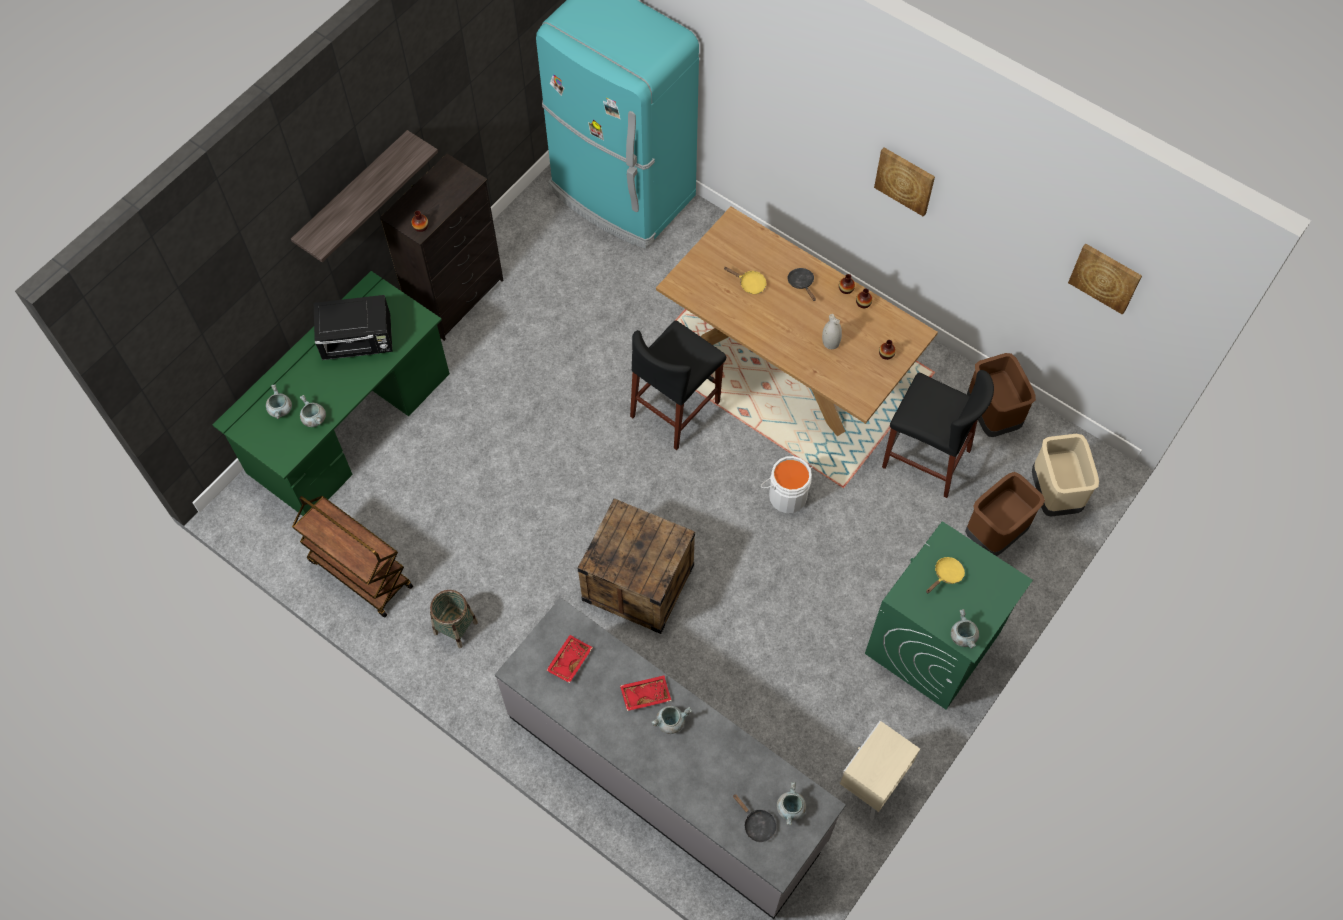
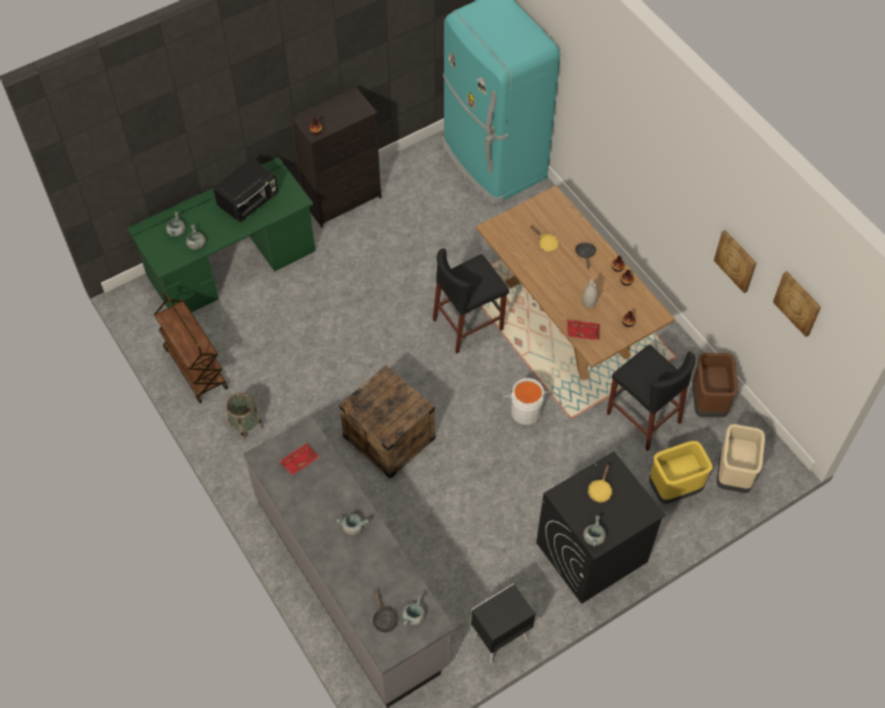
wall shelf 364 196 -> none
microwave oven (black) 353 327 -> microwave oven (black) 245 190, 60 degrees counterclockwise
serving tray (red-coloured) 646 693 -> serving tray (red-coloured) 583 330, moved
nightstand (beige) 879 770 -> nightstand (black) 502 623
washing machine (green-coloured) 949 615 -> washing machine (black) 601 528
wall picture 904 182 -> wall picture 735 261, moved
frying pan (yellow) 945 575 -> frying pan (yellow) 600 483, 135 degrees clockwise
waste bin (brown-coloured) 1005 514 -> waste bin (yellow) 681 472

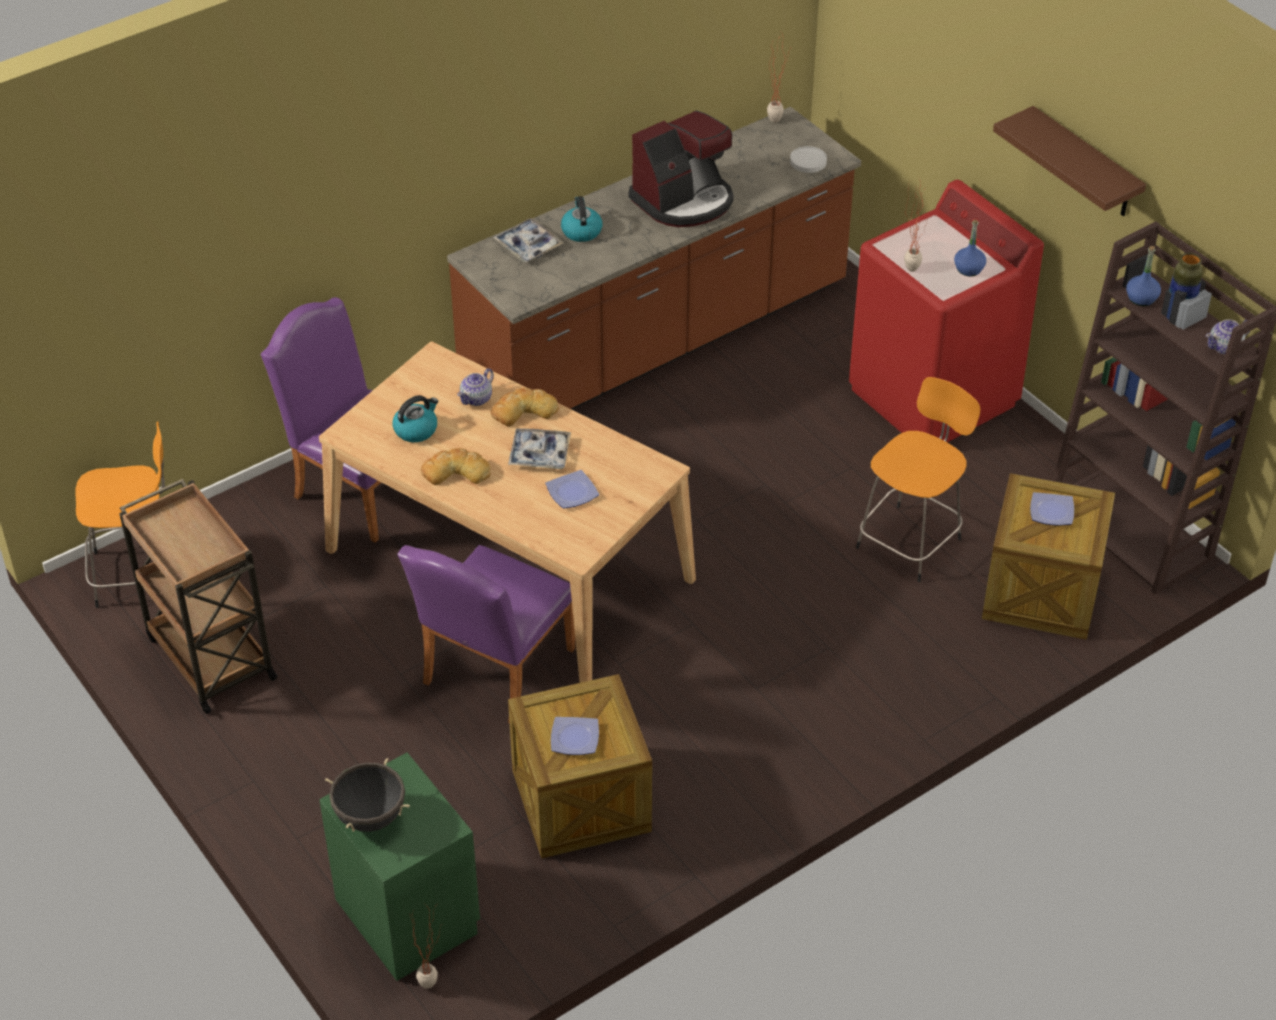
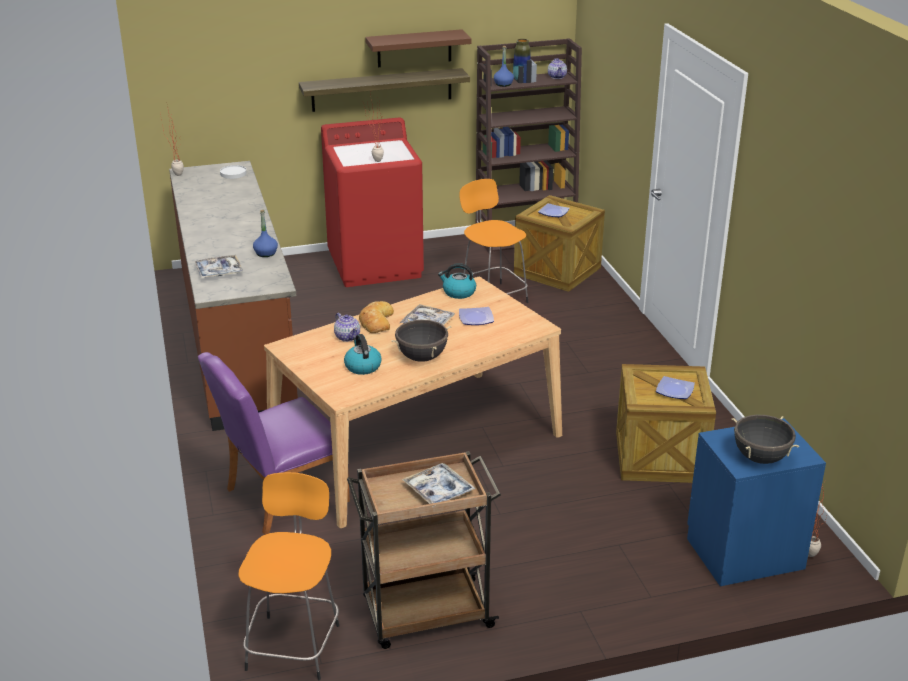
nightstand (green-coloured) 399 867 -> nightstand (blue) 756 502
chair (purple) 486 634 -> none
baked bread 456 466 -> cooking pot (black) 421 340
tea kettle 581 219 -> tea kettle 457 281, moved
coffee machine 681 169 -> none
drink bottle (blue) 970 248 -> drink bottle (blue) 265 233, moved
none -> wall shelf 384 90
none -> serving tray 439 485

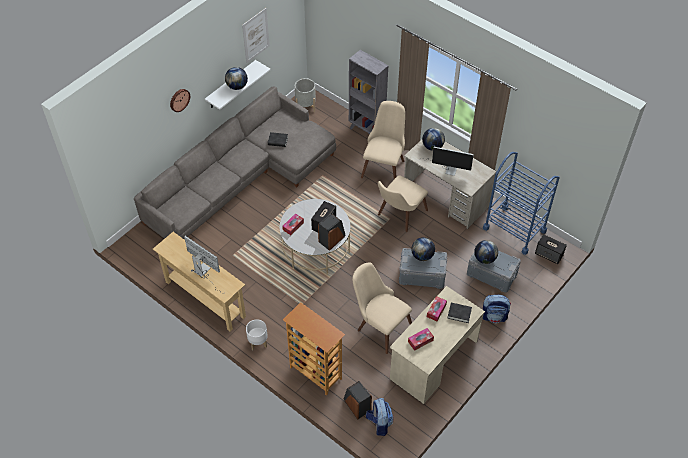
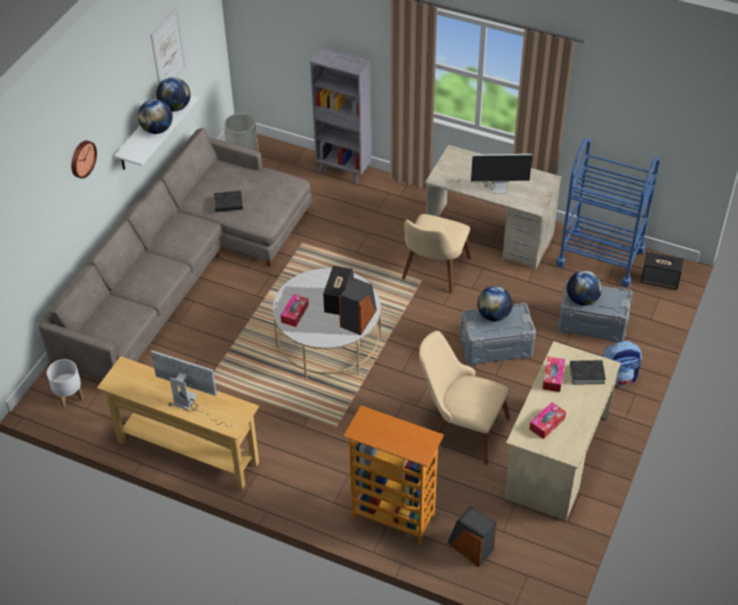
planter (whitish) 257 334 -> planter (whitish) 65 383, moved
chair (beige) 383 140 -> none
backpack 380 417 -> none
desk globe 433 139 -> desk globe 173 94, moved

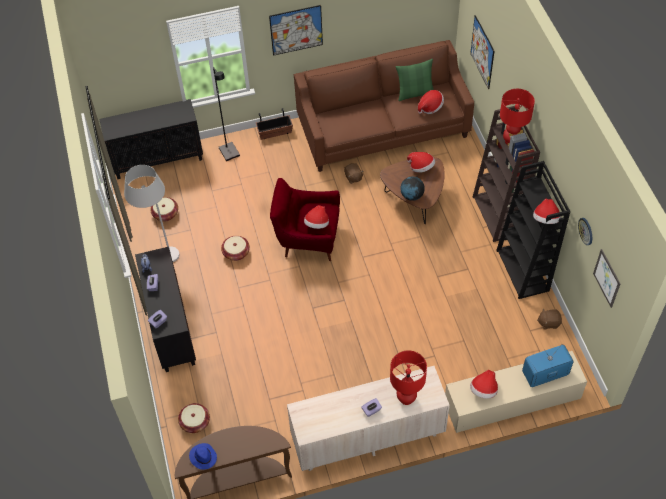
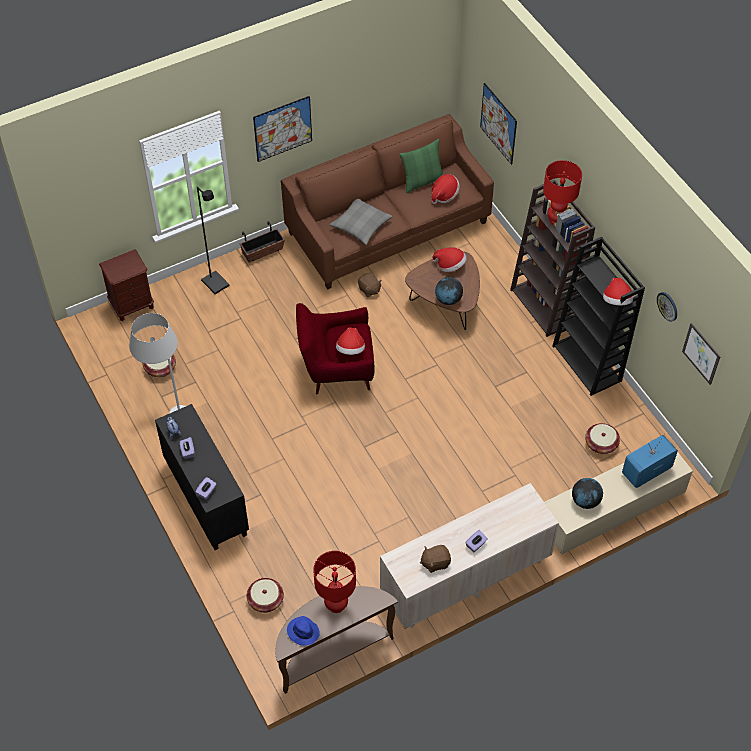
cabinet (black) 151 139 -> nightstand (brown-coloured) 126 285
household basket 235 248 -> household basket 602 438, moved
table lamp (red-coloured) 408 377 -> table lamp (red-coloured) 334 582, moved
hat 484 384 -> desk globe 587 493
plush toy (brown-coloured) 549 319 -> plush toy (brown-coloured) 435 559, moved
none -> throw pillow (greyish) 361 222

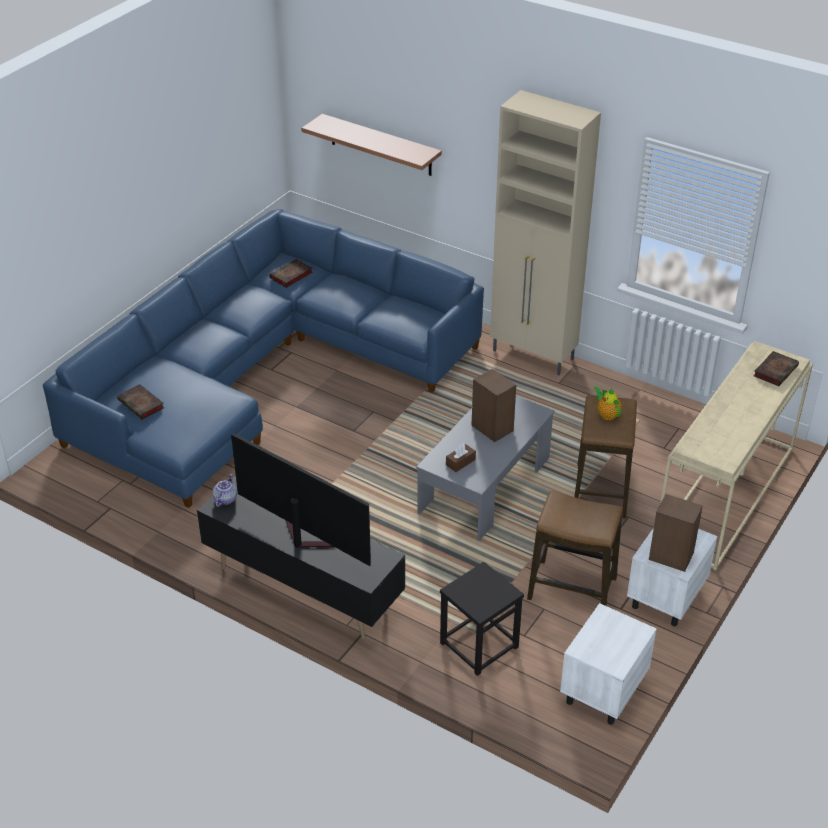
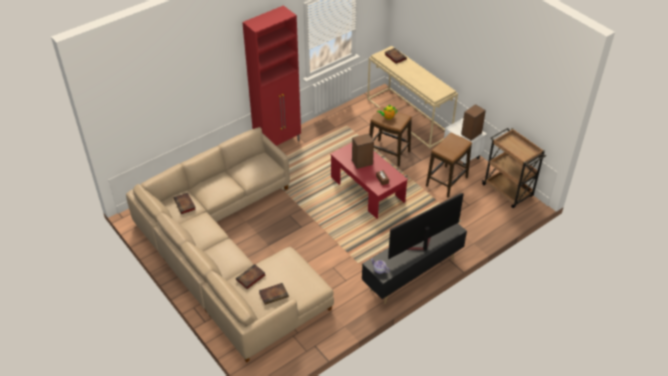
sofa (blue) 263 358 -> sofa (beige) 230 244
wall shelf 371 145 -> none
low table (greyish) 485 468 -> low table (red-coloured) 369 181
stool (black) 482 619 -> none
cabinet (beige) 545 232 -> cabinet (red-coloured) 271 75
nightstand (whitish) 608 664 -> cart (brown-coloured) 514 168
none -> bound book 250 276

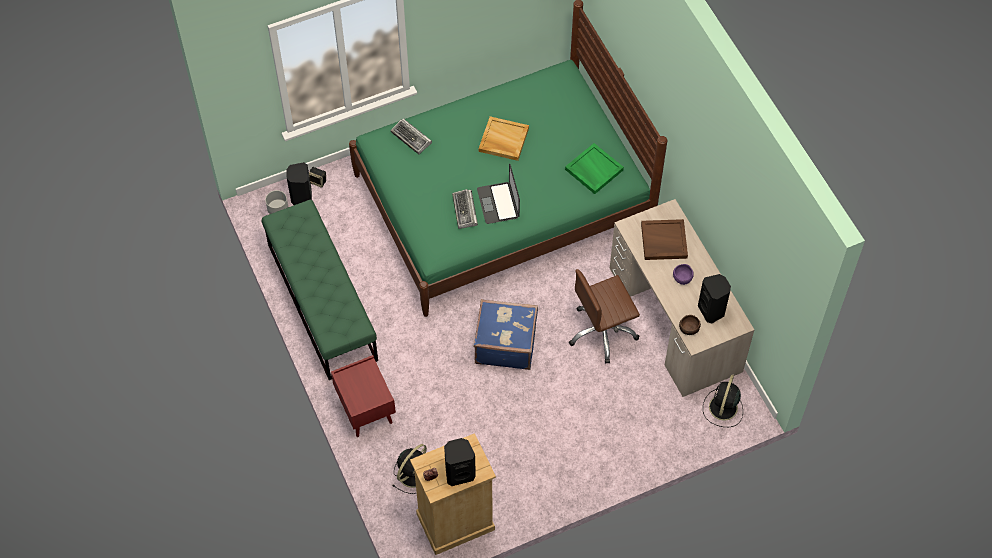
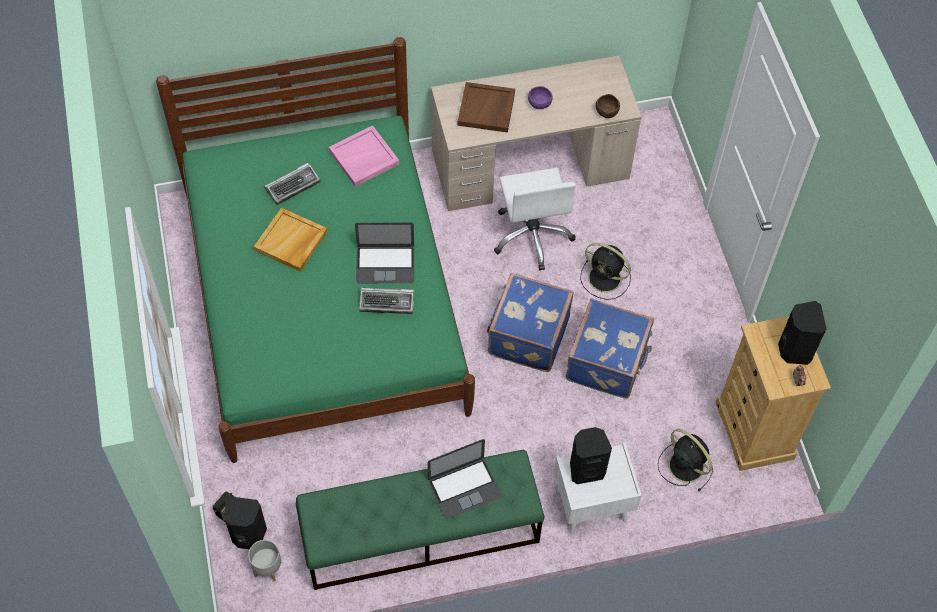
nightstand (red-coloured) 363 396 -> nightstand (whitish) 598 488
keyboard 411 137 -> keyboard 292 184, moved
serving tray (green-coloured) 594 168 -> serving tray (pinkish) 364 156
desk chair (brown-coloured) 604 316 -> desk chair (whitish) 535 219
speaker (black) 714 299 -> speaker (black) 591 455, moved
fan (black) 723 401 -> fan (black) 605 271, moved
none -> notebook computer 465 479
none -> suitcase (blue) 610 348

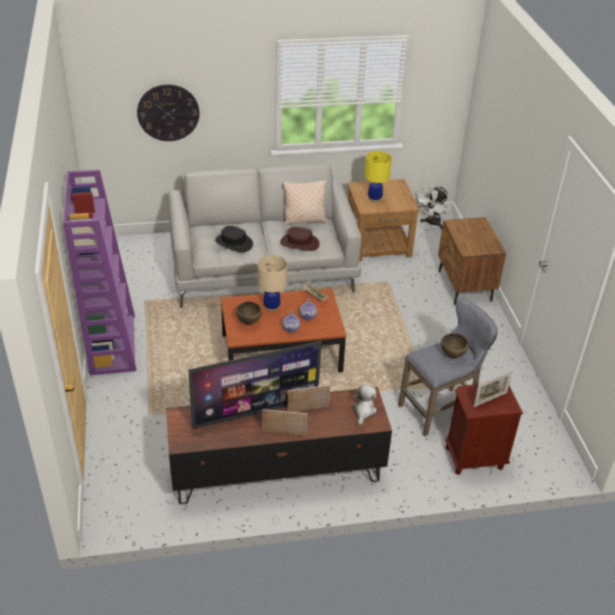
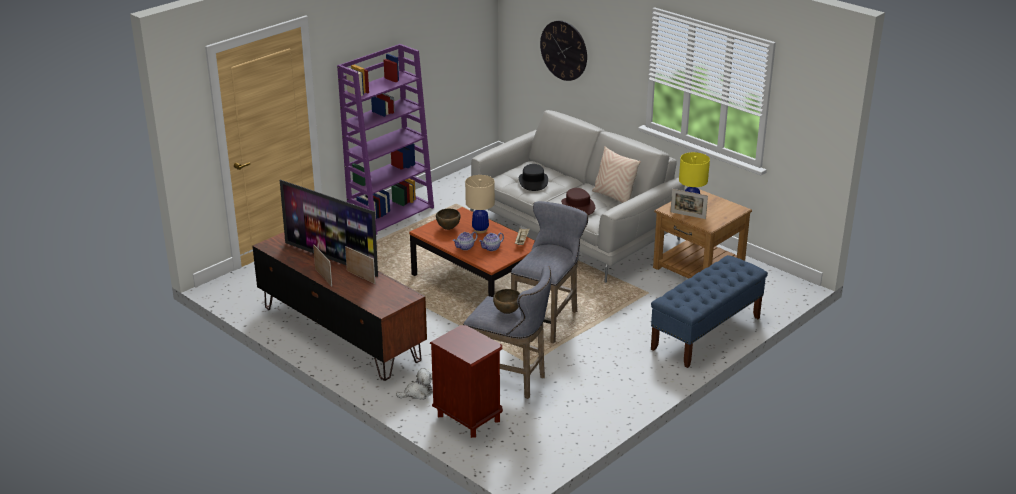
plush toy 364 405 -> plush toy 414 384, moved
fan (whitish) 433 207 -> none
nightstand (brown-coloured) 472 261 -> indoor bench (blue) 709 311
photo frame 493 389 -> photo frame 689 204, moved
none -> stool (greyish) 549 272

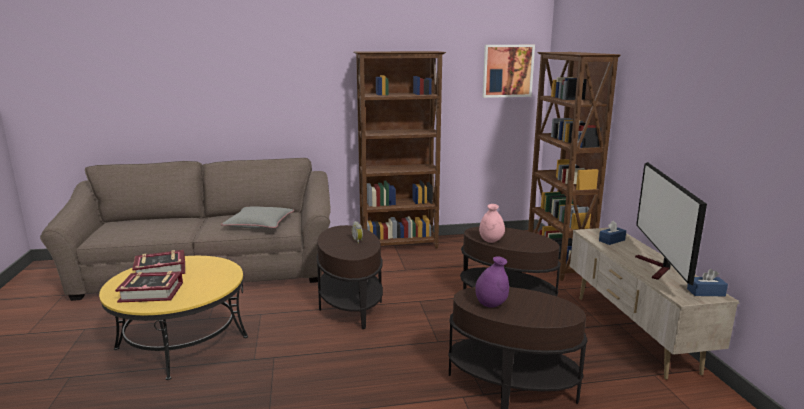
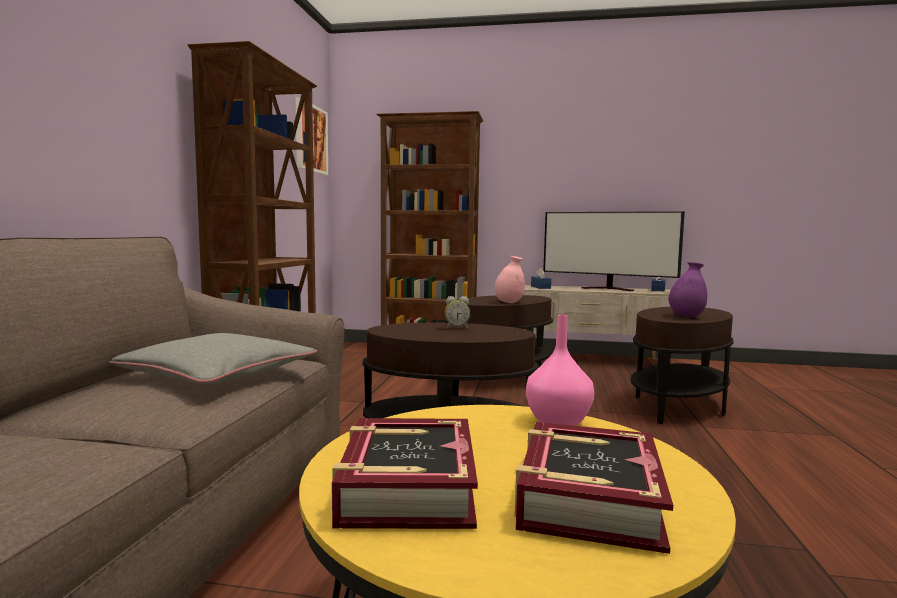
none -> decorative vase (pinkish) 560 370

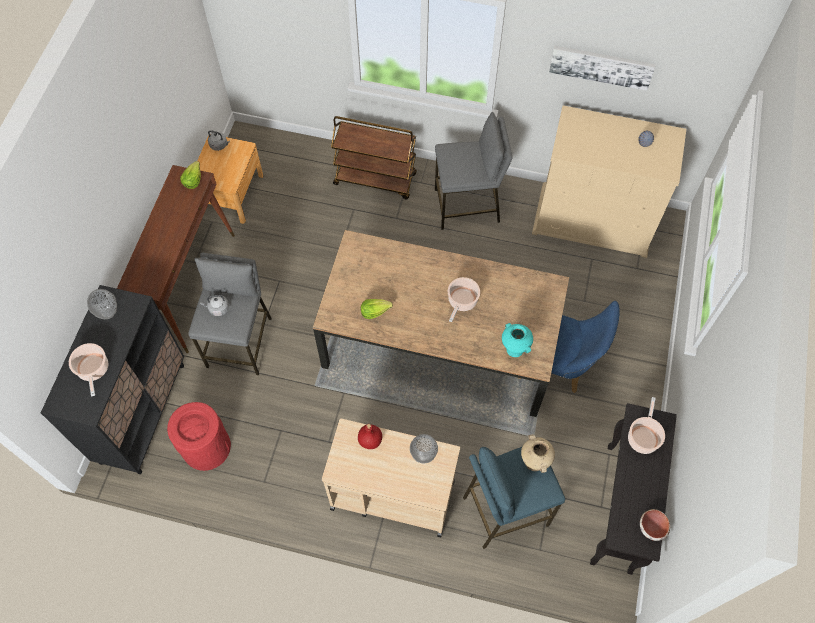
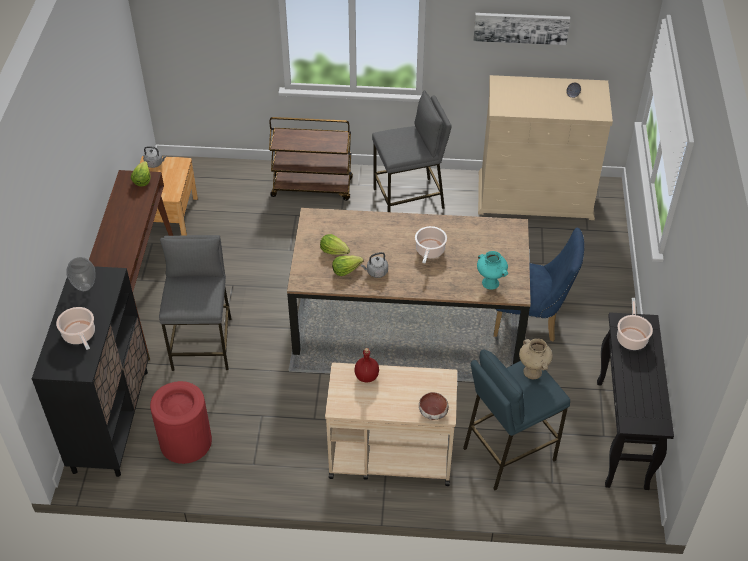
tea kettle (greyish) 214 305 -> tea kettle (greyish) 374 265, moved
decorative vase 424 448 -> none
deep dish 655 525 -> deep dish 434 406, moved
none -> lettuce head 335 244

